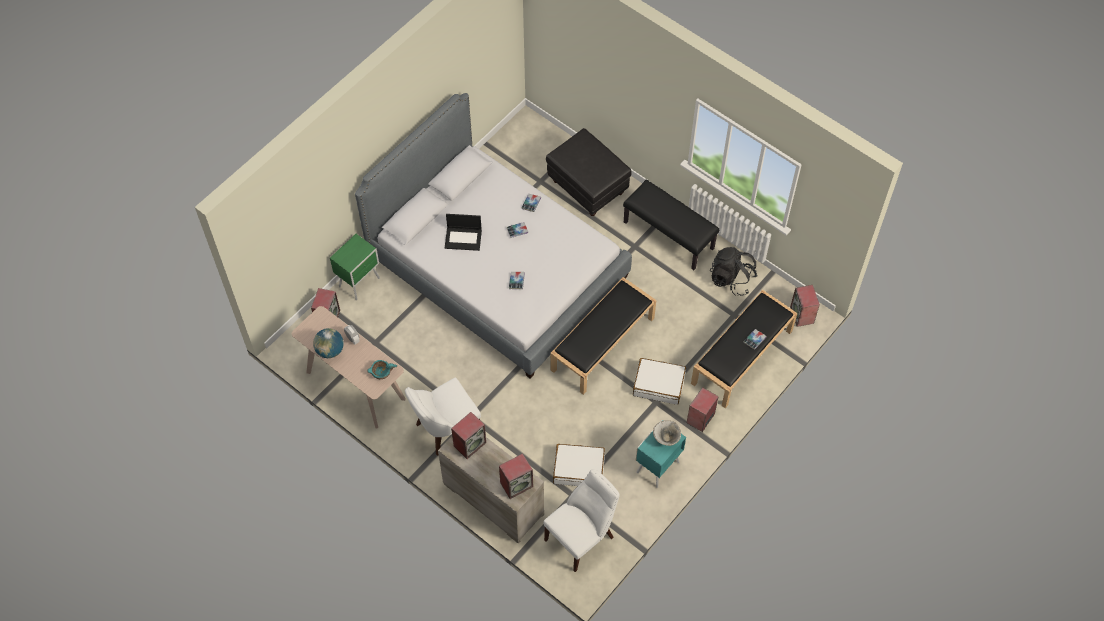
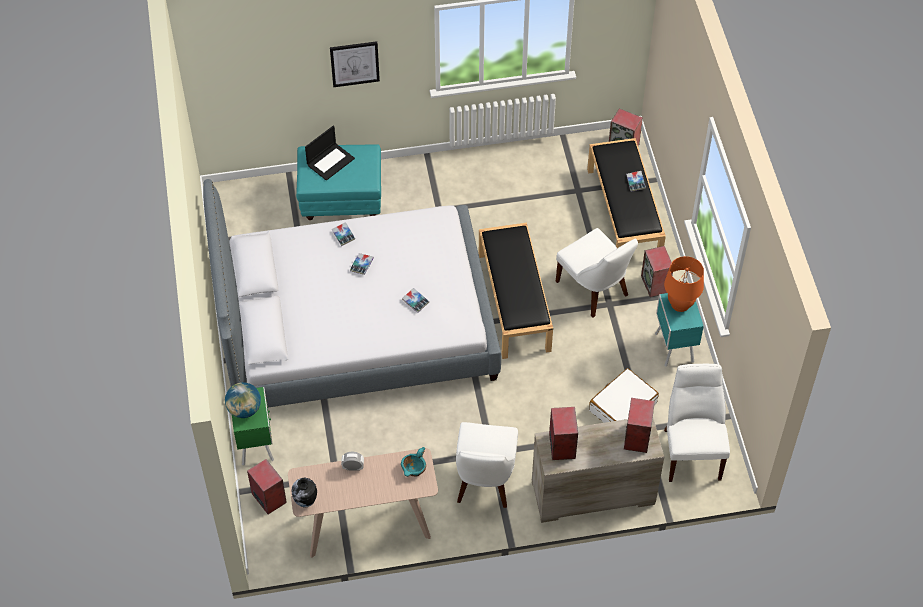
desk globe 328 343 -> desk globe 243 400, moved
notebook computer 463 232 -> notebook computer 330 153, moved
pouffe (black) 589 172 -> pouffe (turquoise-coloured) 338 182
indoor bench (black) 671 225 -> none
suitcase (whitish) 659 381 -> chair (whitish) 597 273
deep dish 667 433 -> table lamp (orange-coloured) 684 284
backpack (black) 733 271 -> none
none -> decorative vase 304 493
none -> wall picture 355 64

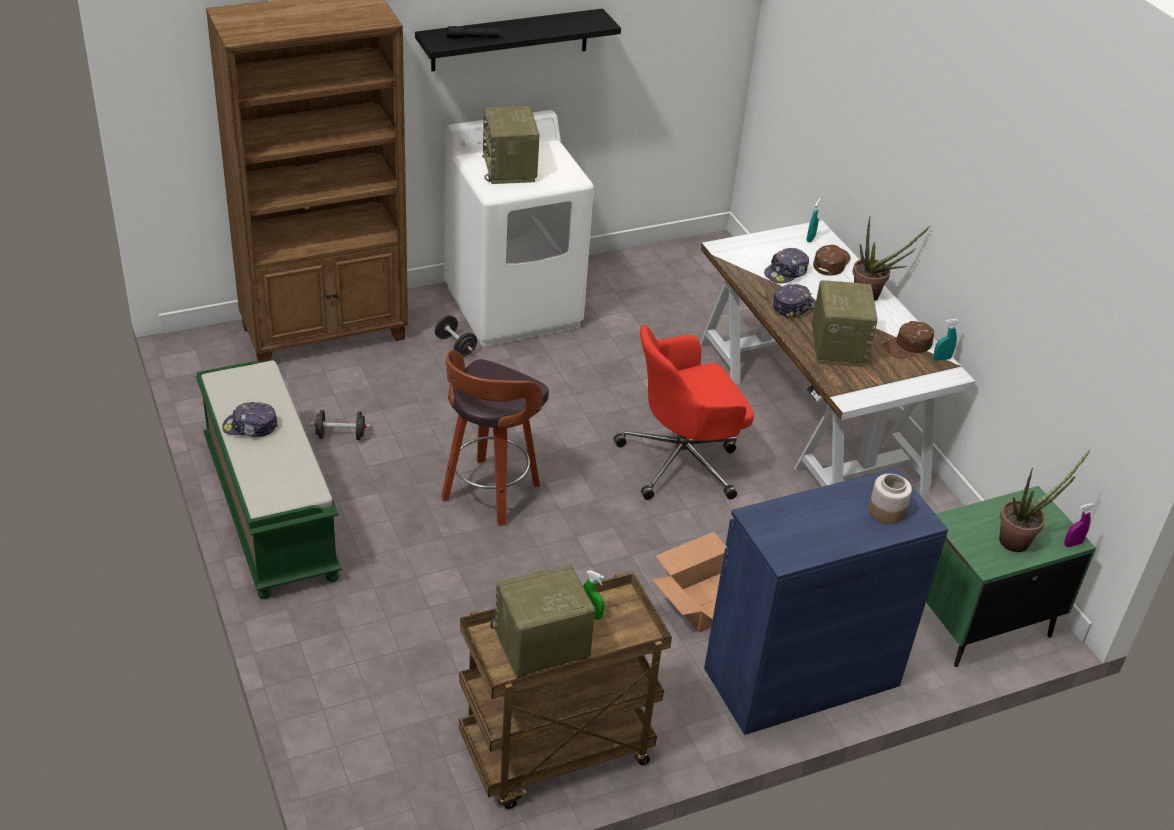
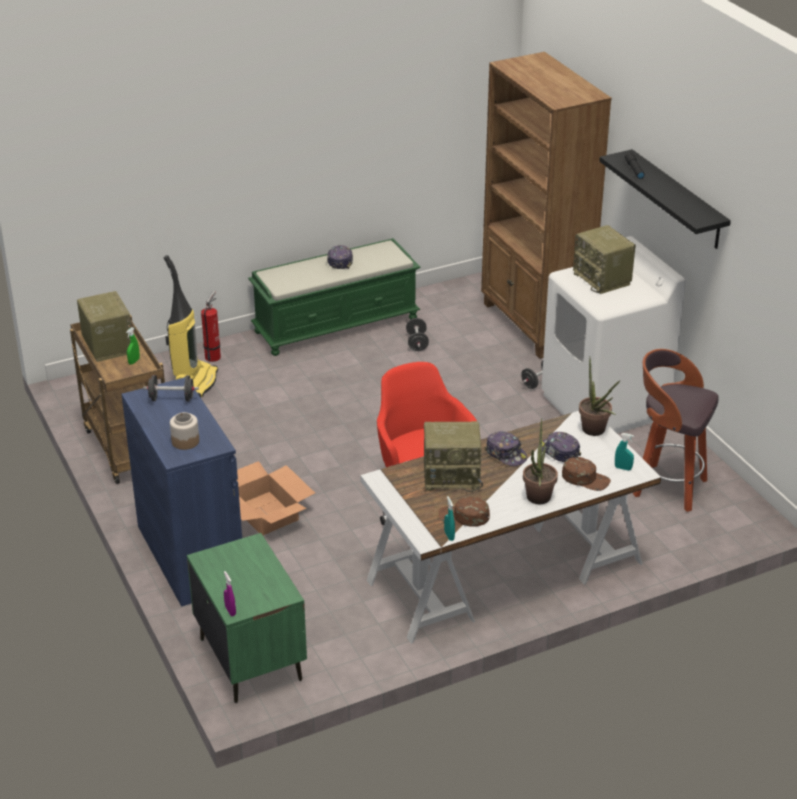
stool 495 438 -> stool 676 430, moved
radio set 511 145 -> radio set 604 259, 105 degrees counterclockwise
baseball cap (brown-coloured) 908 340 -> baseball cap (brown-coloured) 464 512, 45 degrees counterclockwise
plant in a pot 1044 500 -> plant in a pot 599 397, moved
none -> dumbbell (black) 171 388
none -> hoover 191 326
none -> fire extinguisher 211 326

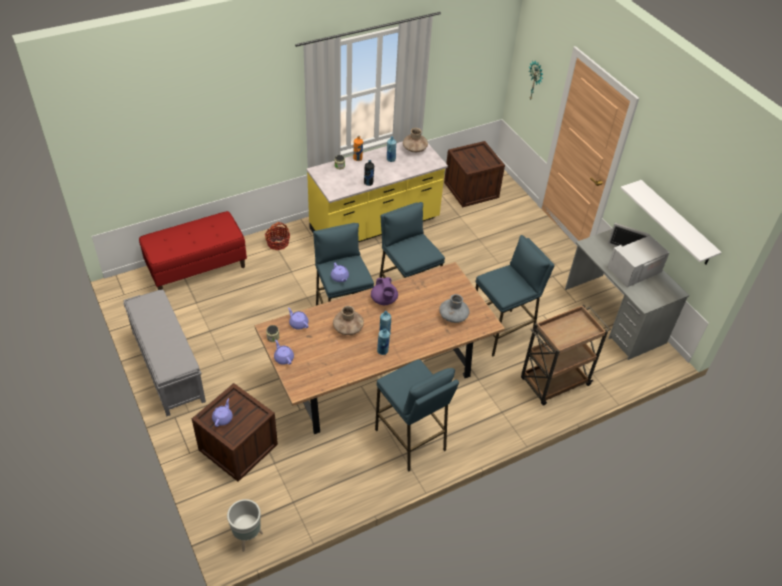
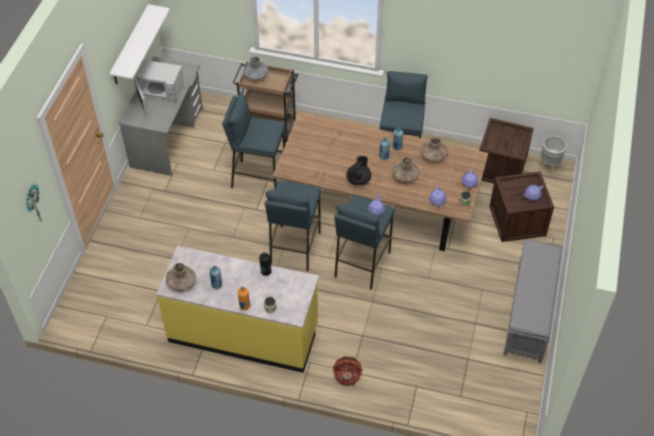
indoor bench (red-coloured) 193 250 -> none
tea pot (purple) 384 291 -> tea pot (black) 358 170
decorative vase (greyish) 454 308 -> decorative vase (greyish) 255 68, moved
packing crate 474 174 -> packing crate 506 150, moved
none -> decorative vase (brown-coloured) 434 149

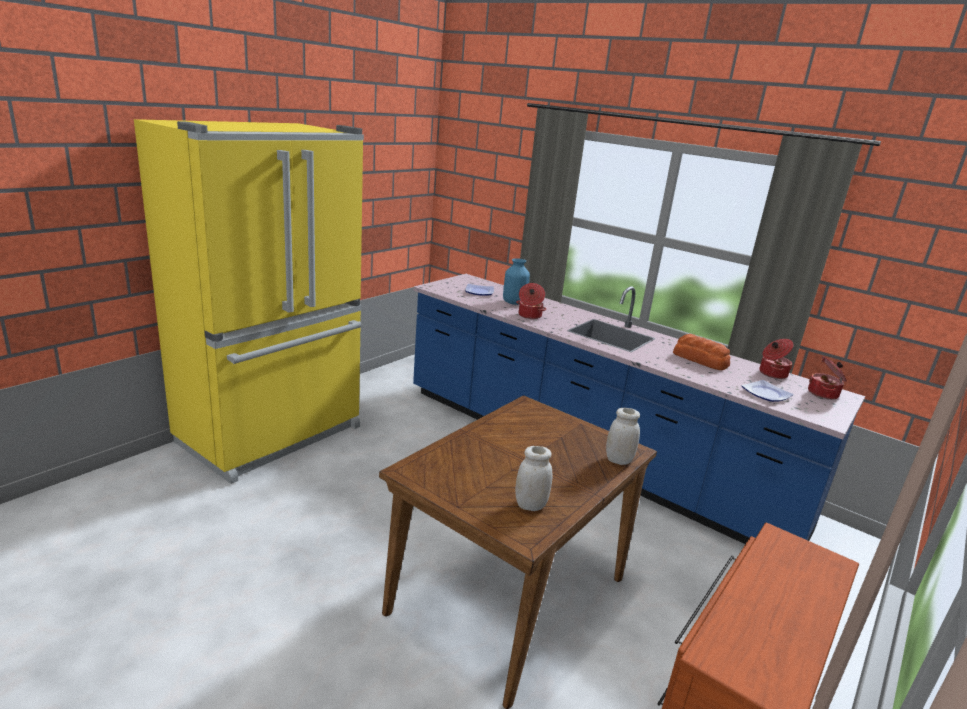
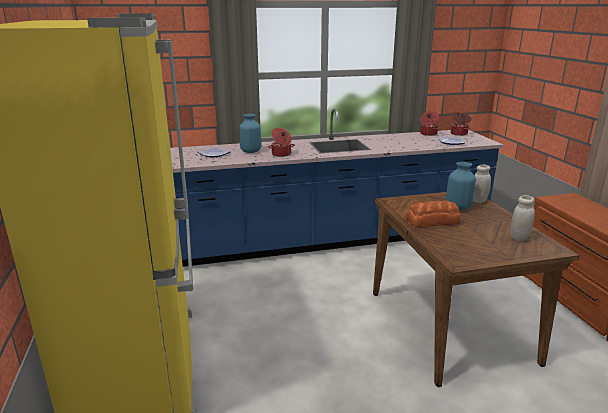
baked bread 701 352 -> baked bread 433 213, moved
none -> decorative vase (blue) 461 186

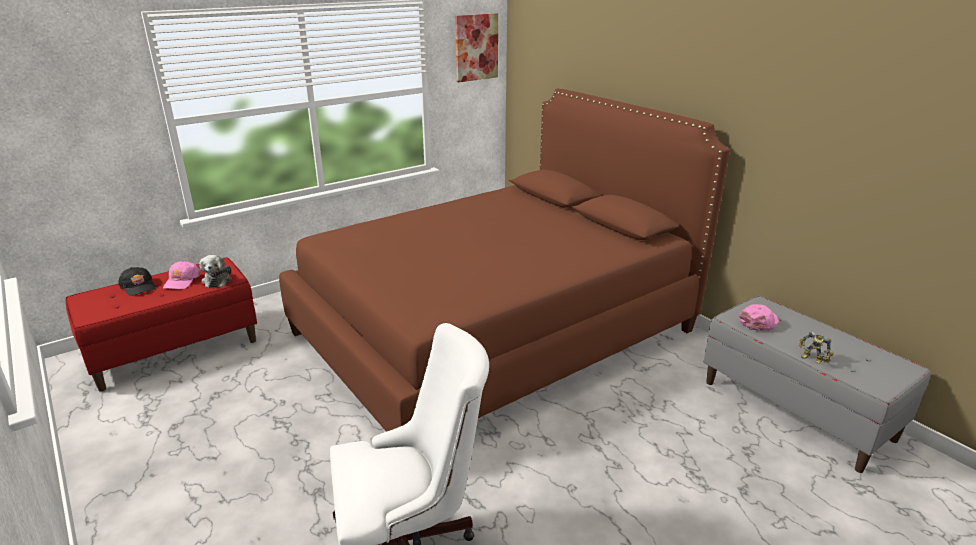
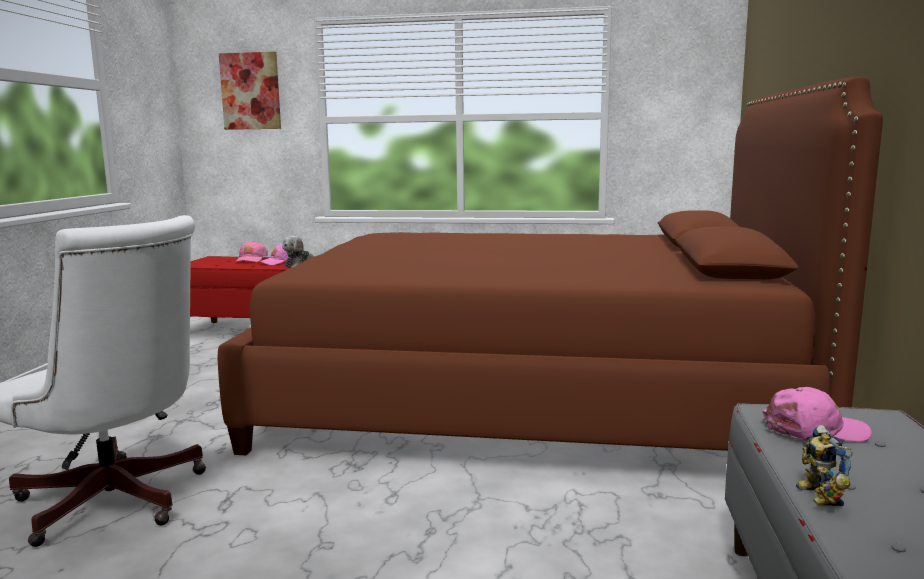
baseball cap (black) 137 281 -> baseball cap (pinkish) 252 251
wall picture 476 47 -> wall picture 250 91, moved

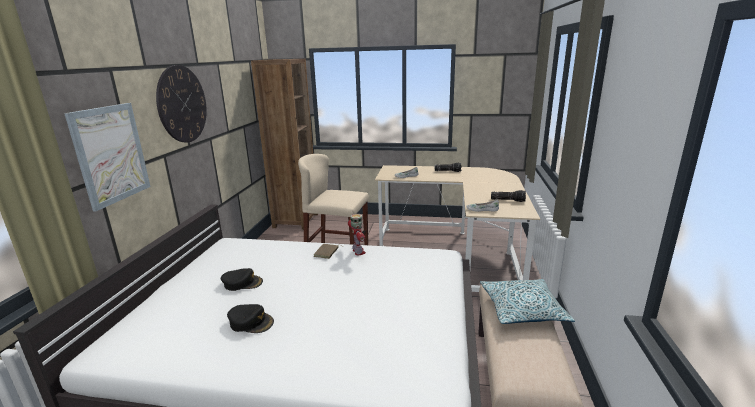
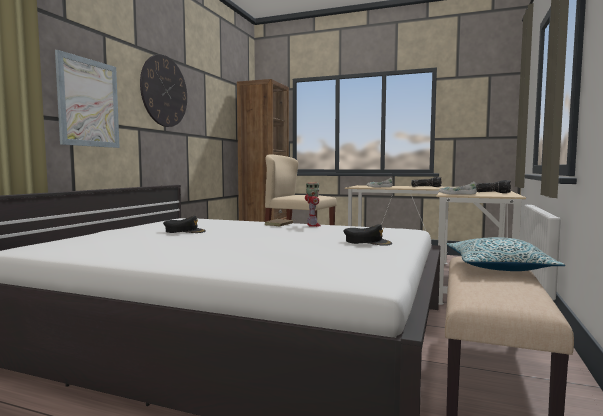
baseball cap (black) 250 318 -> baseball cap (black) 367 235, moved

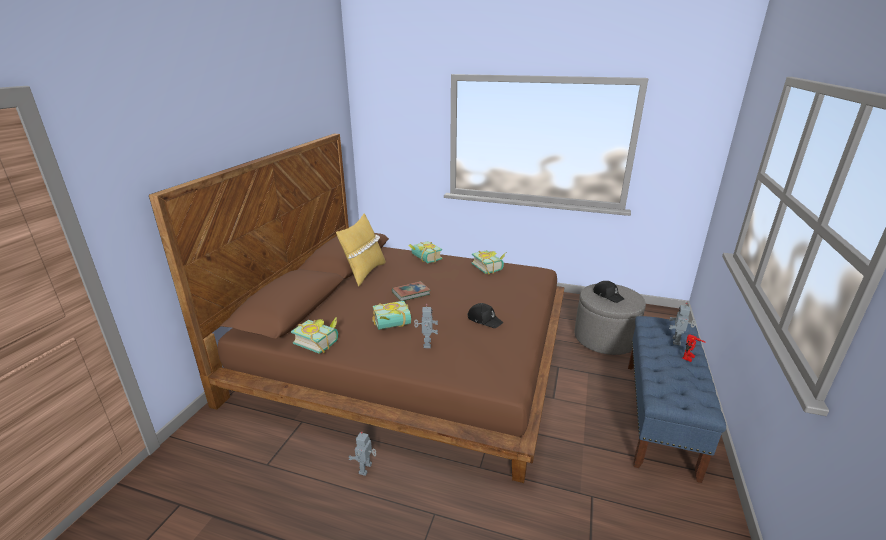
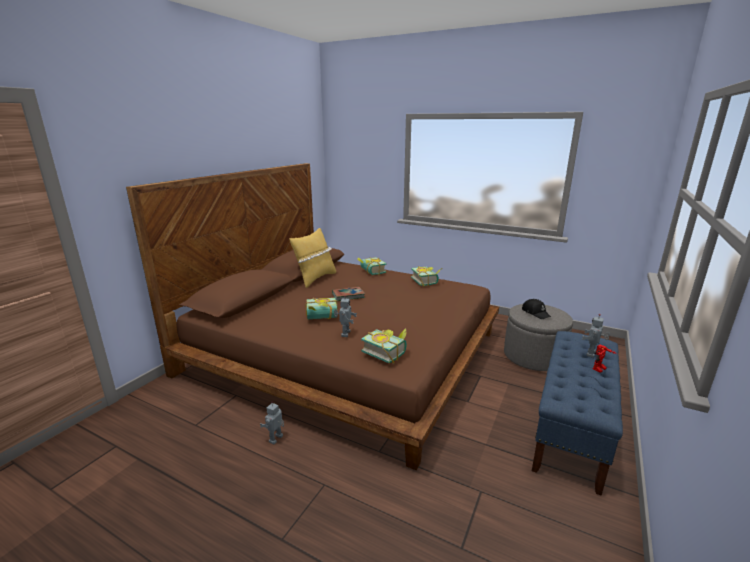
bound book 314 335 -> bound book 384 346, moved
baseball cap (black) 485 315 -> none

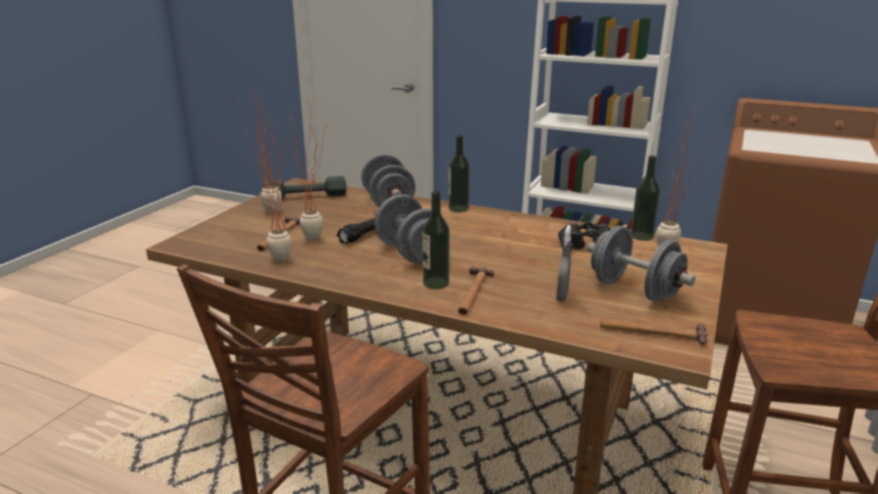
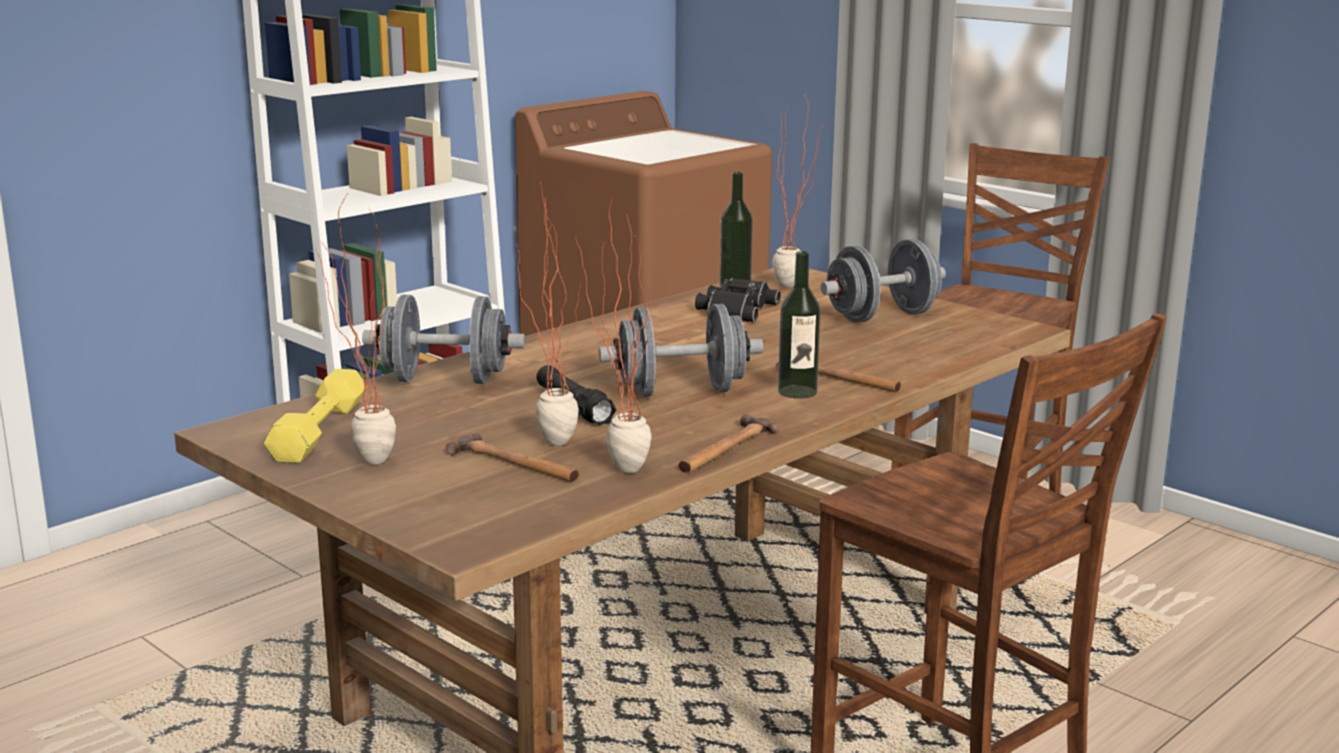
dumbbell (greyish) 304 187 -> dumbbell (yellow) 315 416
drink bottle 459 174 -> none
spray bottle (greyish) 563 263 -> none
hammer 654 332 -> hammer 728 443, moved

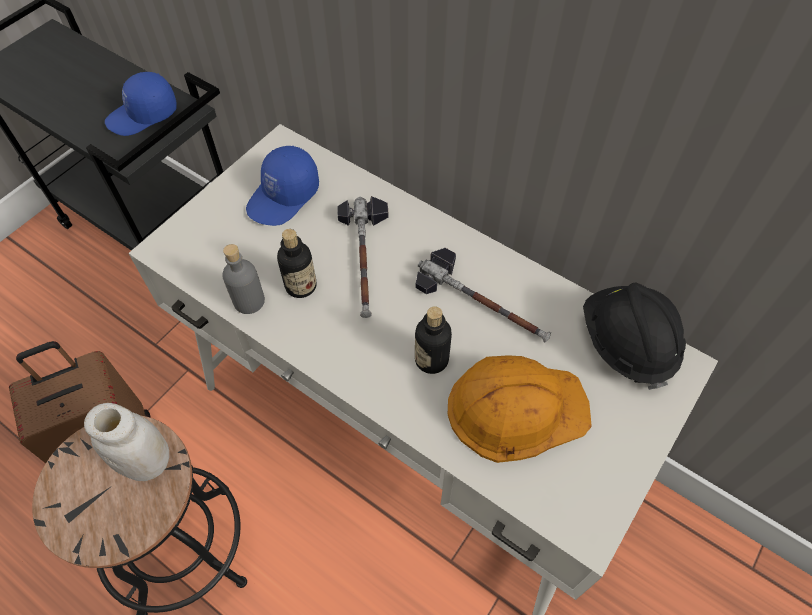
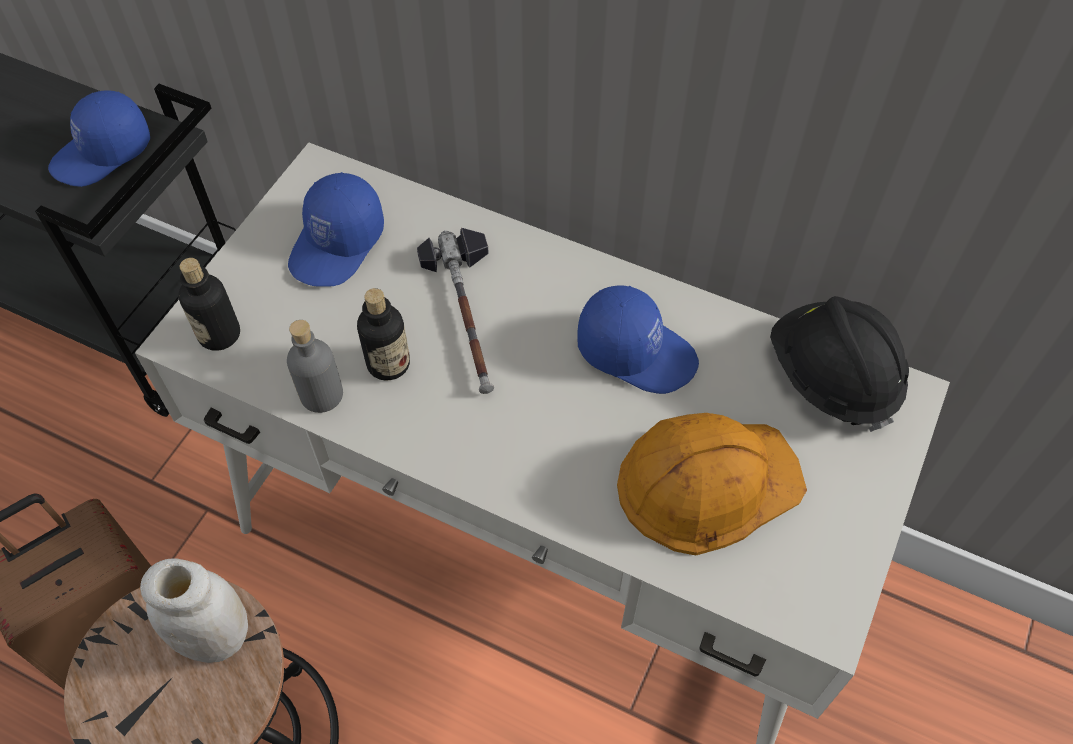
drink bottle 433 340 -> drink bottle 209 304, moved
hammer 483 295 -> baseball cap (blue) 638 339

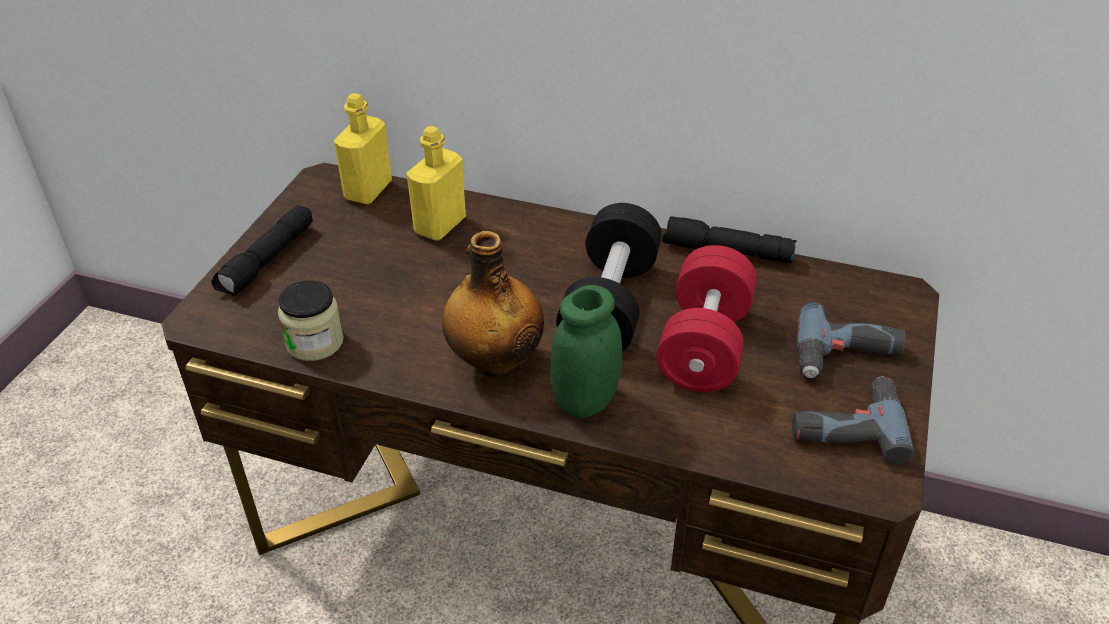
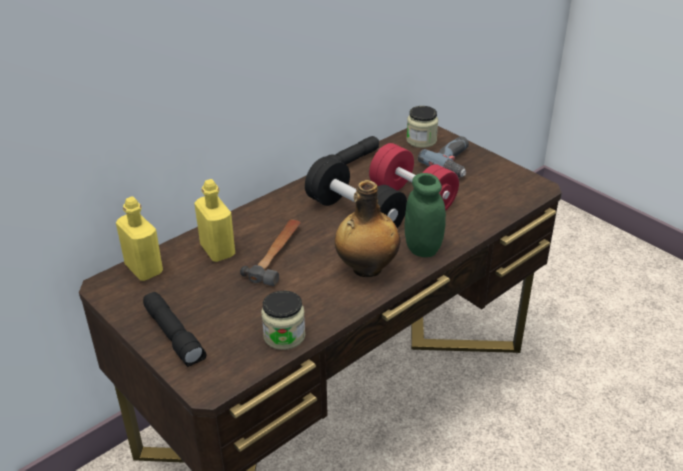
electric drill 853 420 -> none
none -> hammer 270 253
none -> storage jar 422 127

